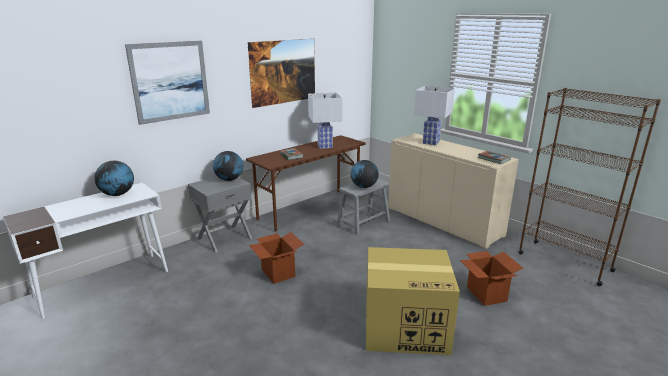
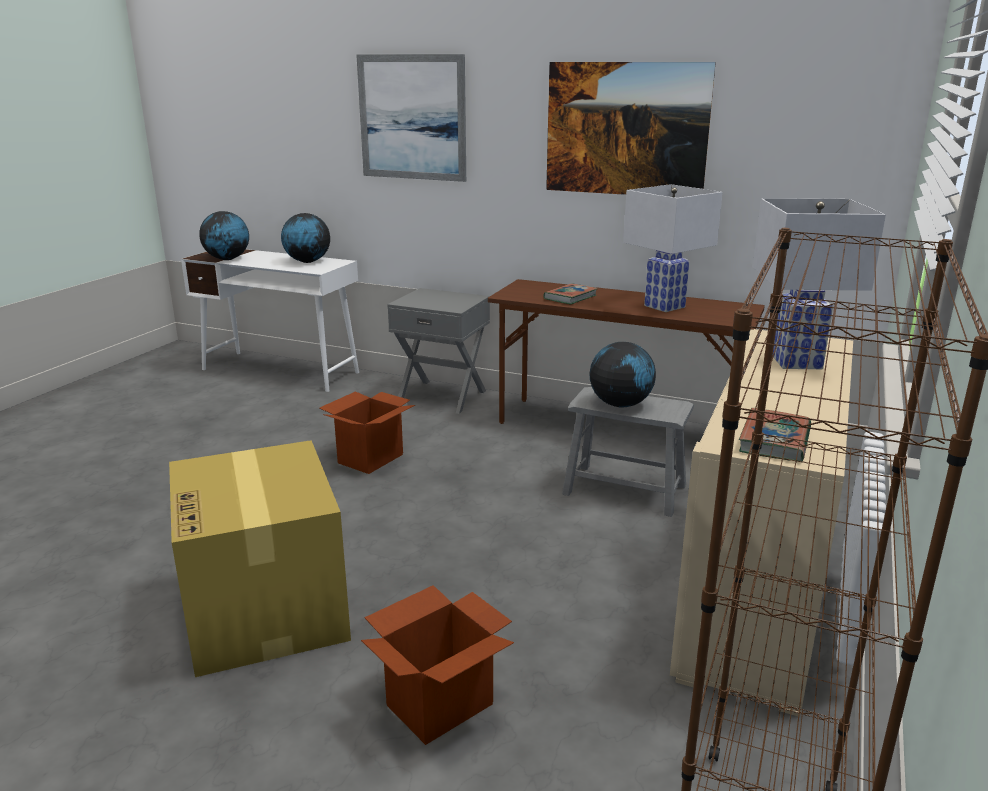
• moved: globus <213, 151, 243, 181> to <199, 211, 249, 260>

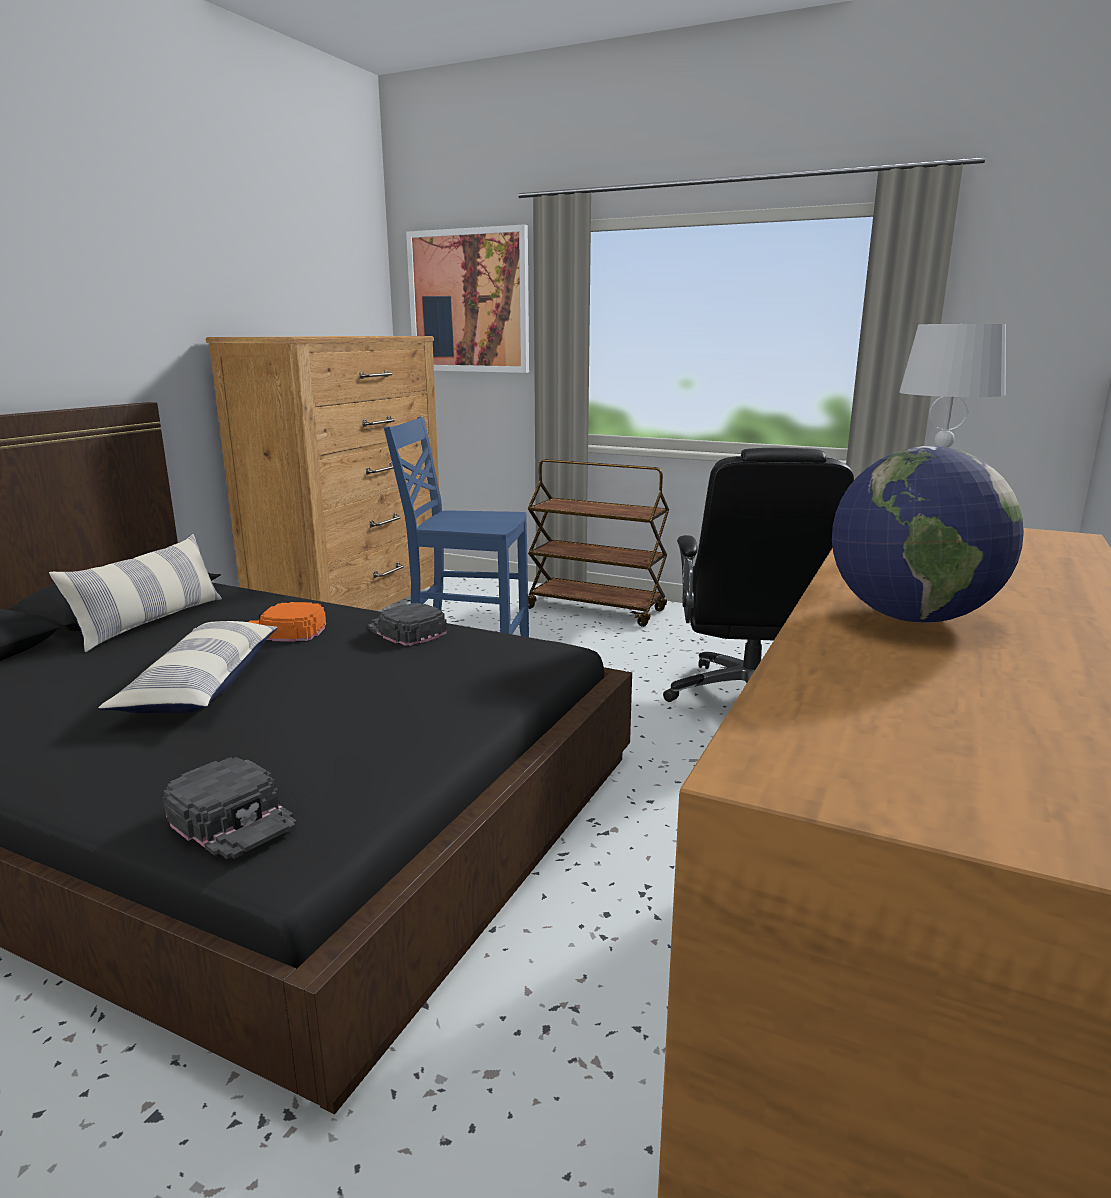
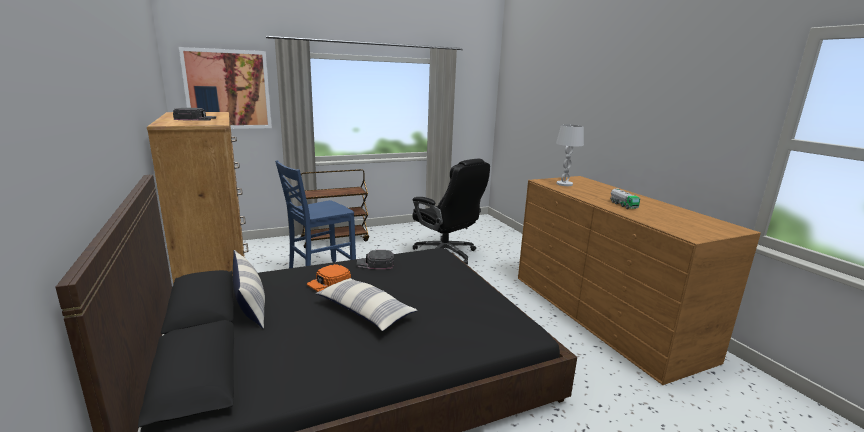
• replaced: globus <832, 446, 1024, 623> to ciężarówka zabawkowa <610, 189, 640, 209>
• moved: czapka z daszkiem/czarny <163, 757, 297, 859> to <173, 108, 216, 121>

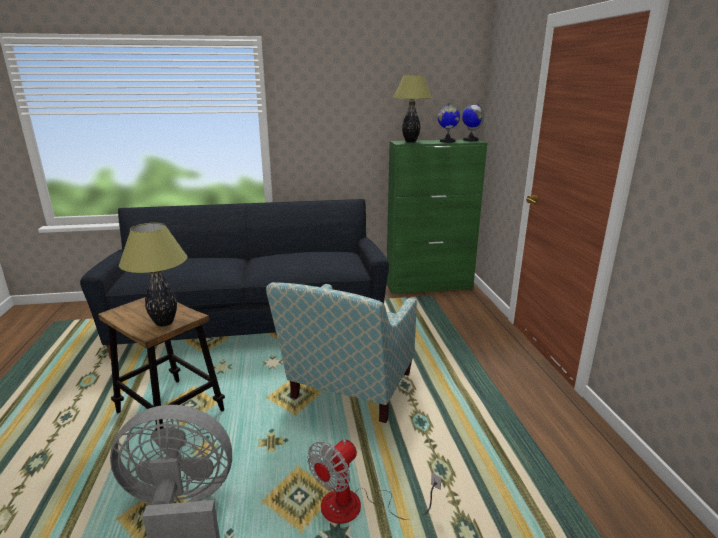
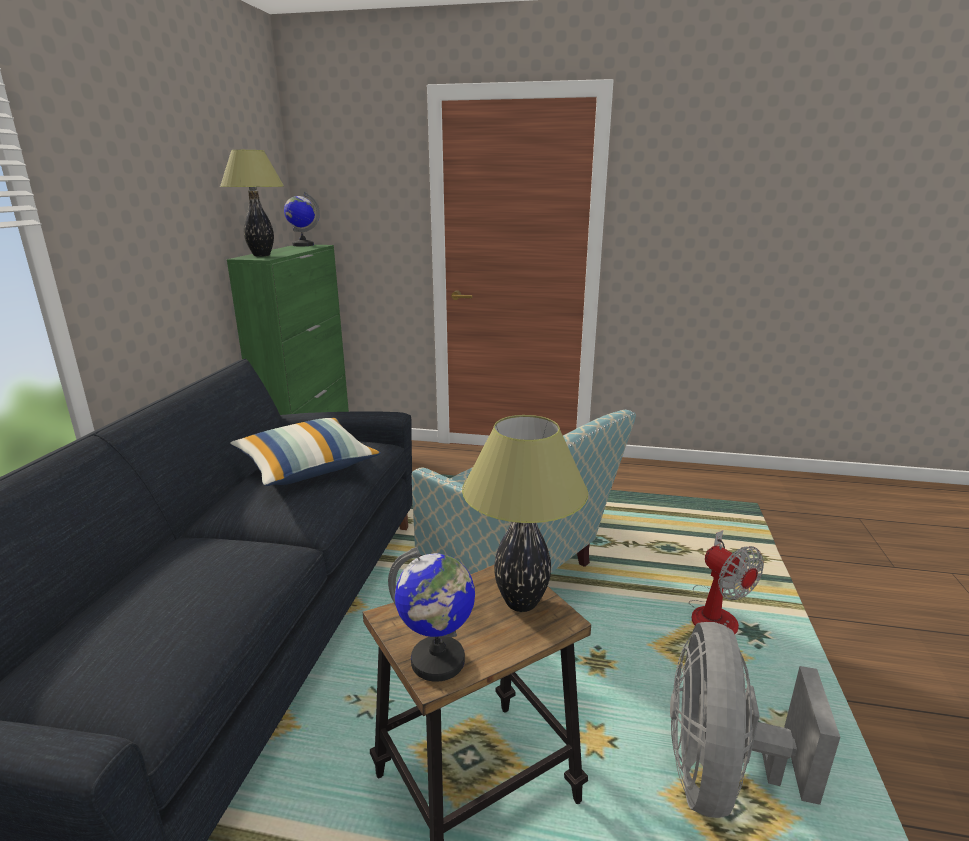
• moved: globus <438, 103, 460, 143> to <388, 547, 475, 682>
• added: poduszka <230, 418, 381, 486>

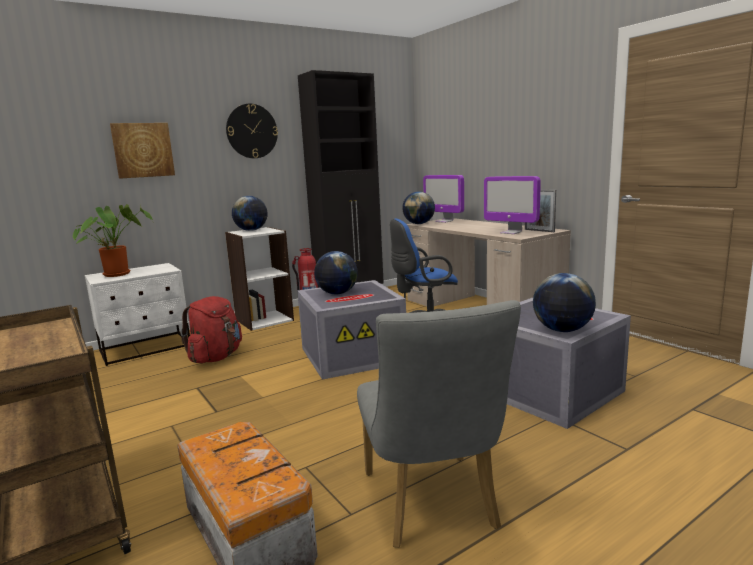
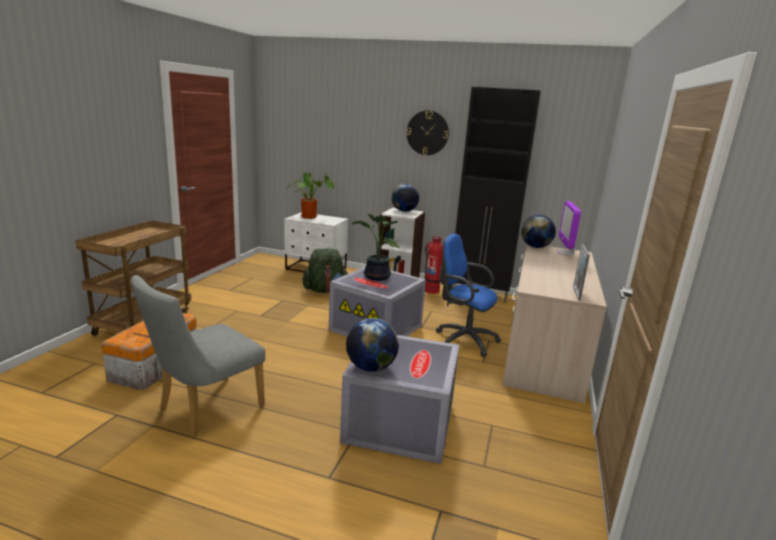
• removed: obraz <110, 123, 175, 179>
• removed: monitor <484, 176, 541, 234>
• replaced: globus <314, 251, 358, 294> to roślina doniczkowa <352, 214, 400, 281>
• recoloured: plecak/czerwony <181, 296, 242, 363> to plecak/zielony <303, 249, 348, 293>

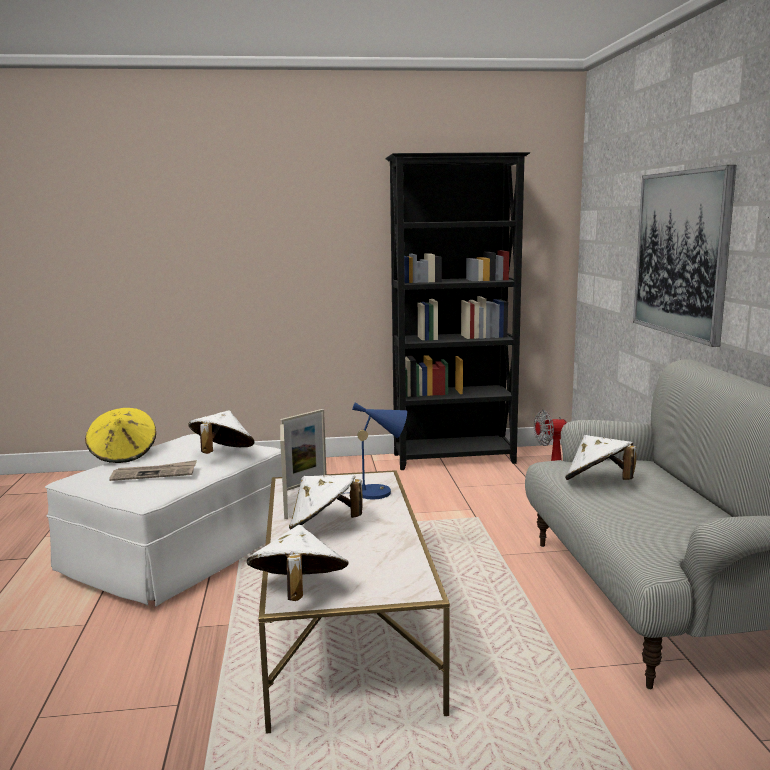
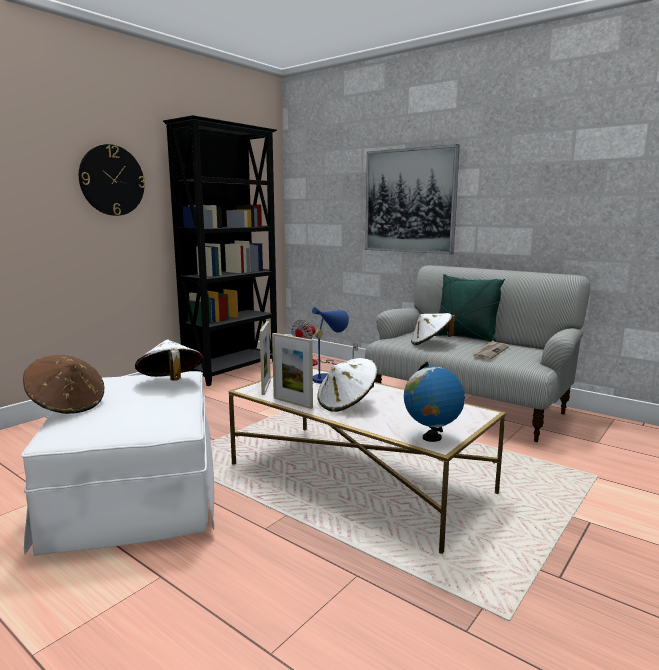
• recoloured: kapelusz/żółty <85, 408, 156, 463> to kapelusz/brązowy <23, 355, 104, 414>
• moved: gazeta <109, 460, 197, 481> to <471, 340, 509, 360>
• replaced: kapelusz/biały <247, 525, 349, 601> to globus <404, 362, 465, 442>
• added: zegar ścienny <79, 144, 145, 216>
• added: poduszka/zielony <435, 274, 505, 342>

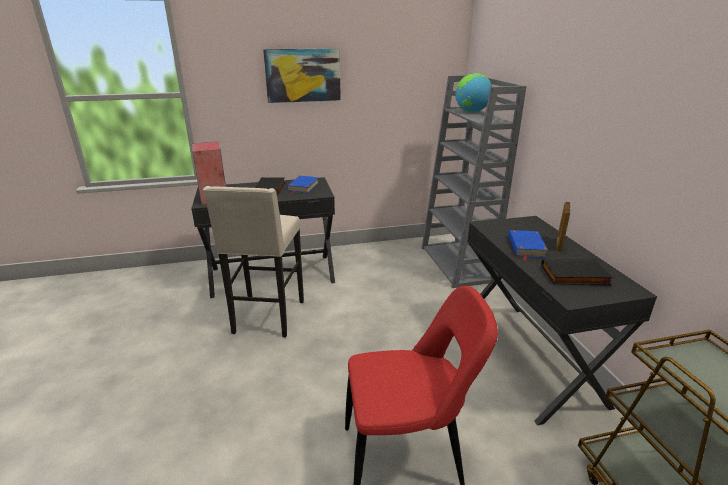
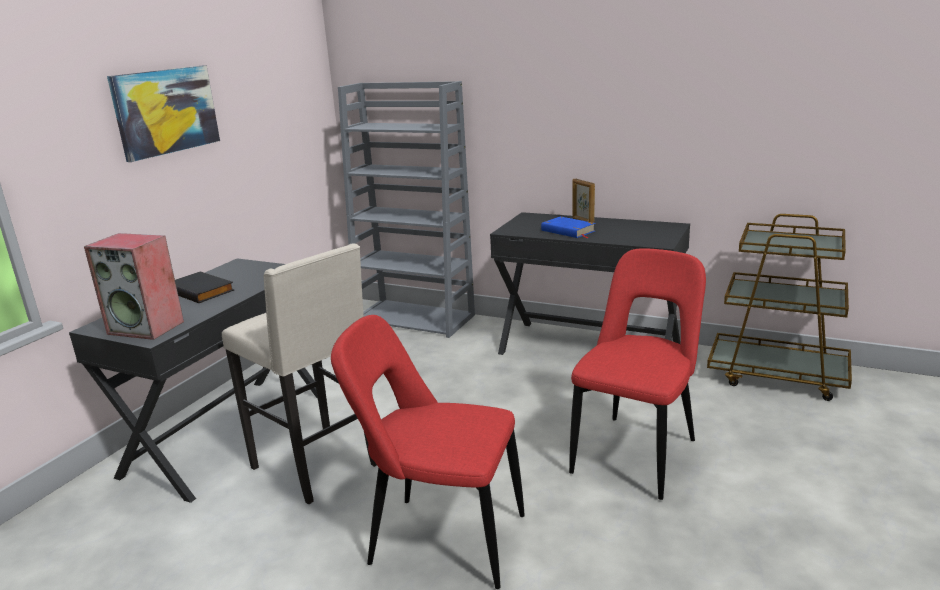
• removed: globus <455, 73, 492, 113>
• removed: książka/niebieski <287, 176, 319, 194>
• removed: książka/czarny <541, 258, 613, 285>
• added: krzesło/czerwony <331, 315, 525, 589>

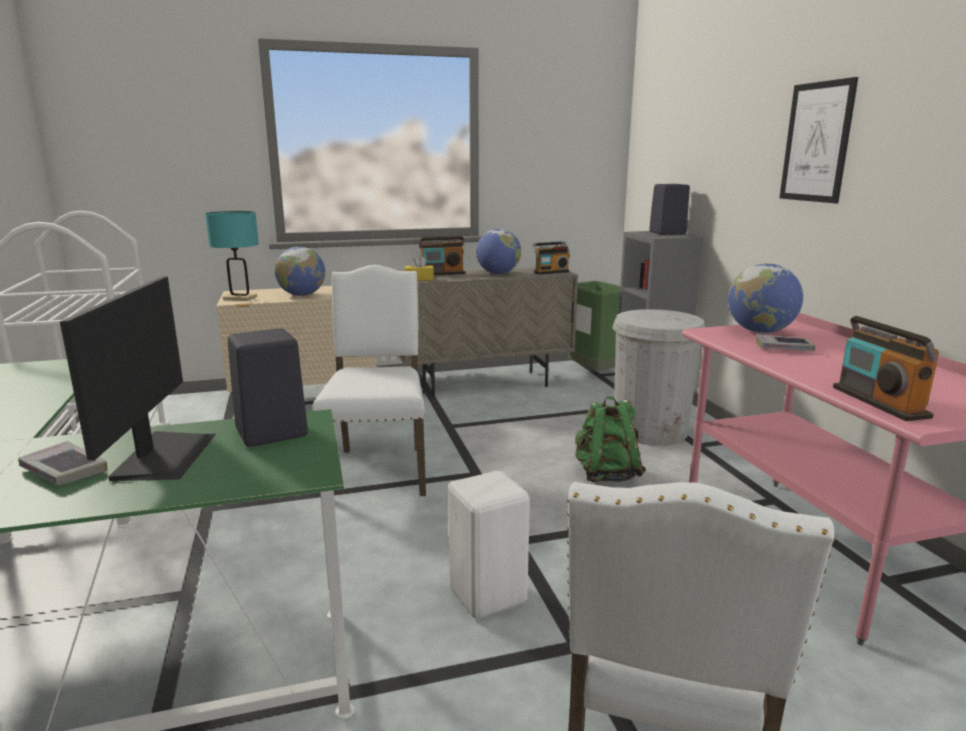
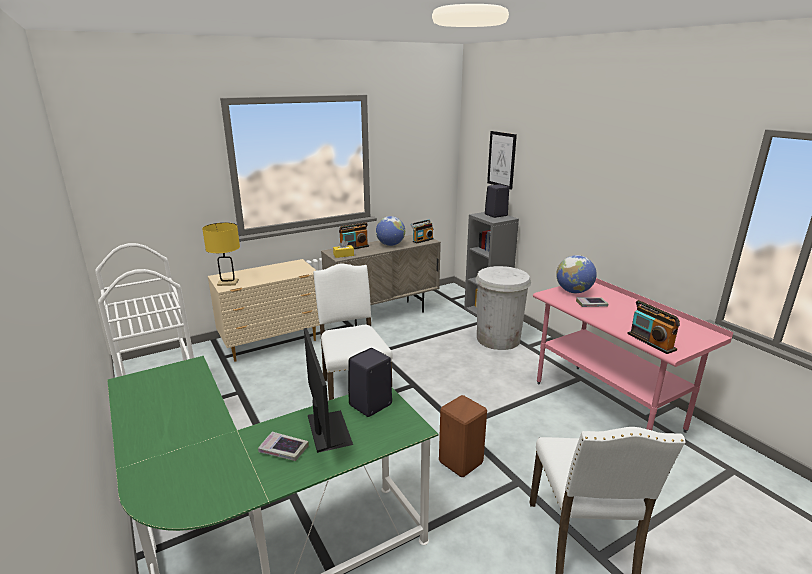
• moved: obraz <780, 77, 858, 203> to <487, 131, 517, 190>
• recoloured: lampa stołowa/turkusowy <205, 211, 259, 301> to lampa stołowa/żółty <202, 223, 240, 286>
• removed: globus <275, 247, 325, 296>
• removed: kosz na śmieci/zielony <568, 281, 620, 370>
• removed: plecak/zielony <575, 396, 646, 482>
• recoloured: stołek/biały <448, 471, 530, 619> to stołek/brązowy <439, 395, 487, 477>

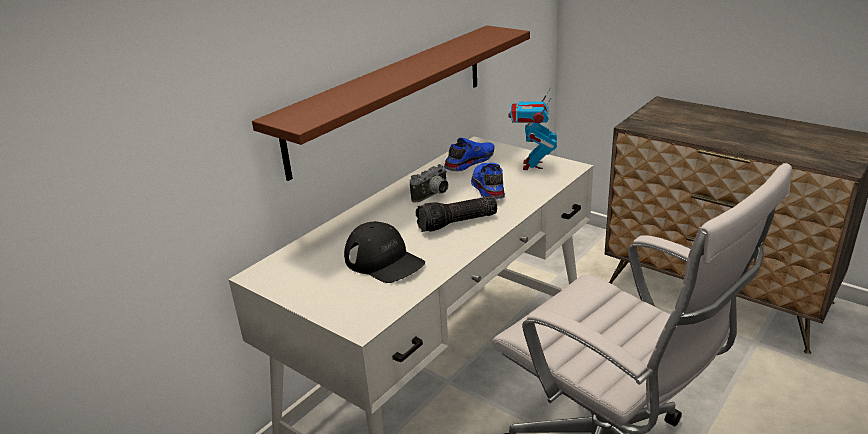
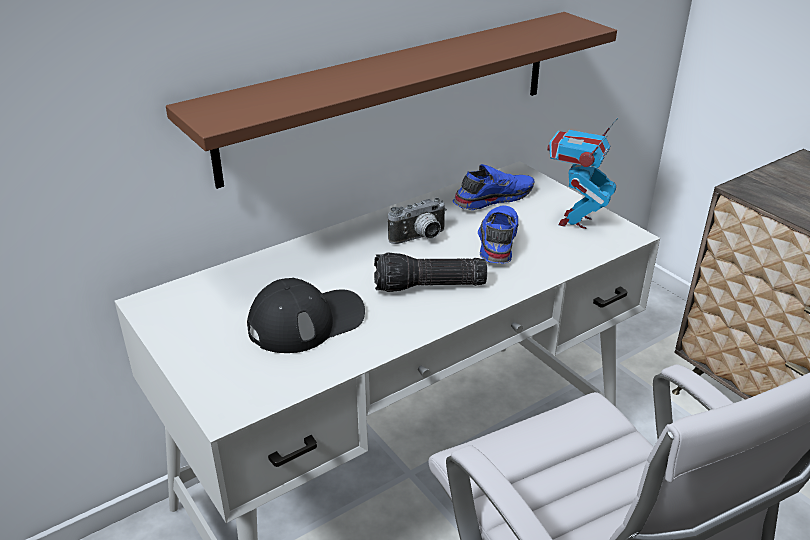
• turned: czapka z daszkiem/czarny <344, 221, 425, 283> = <247, 278, 365, 353> 90 degrees counterclockwise

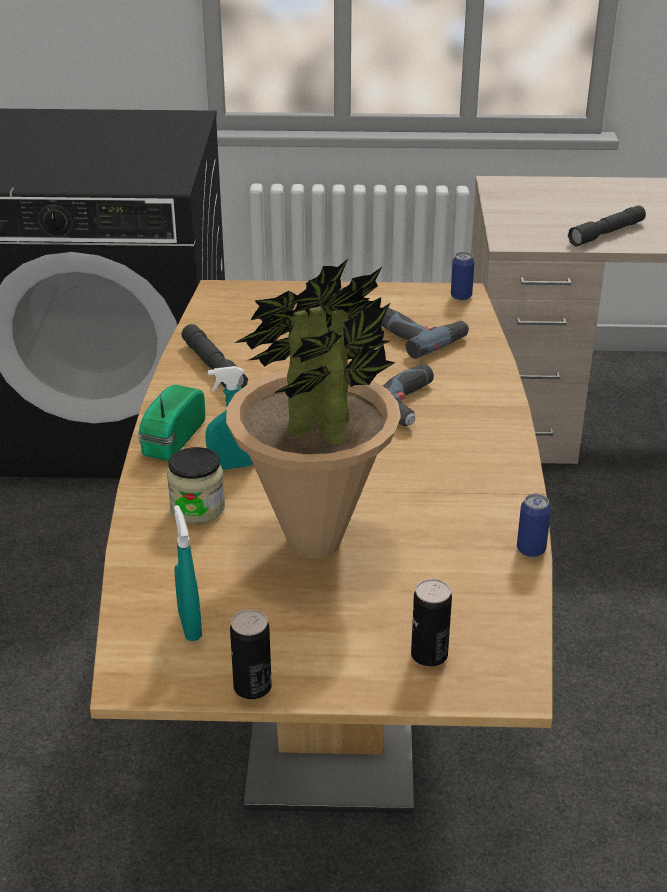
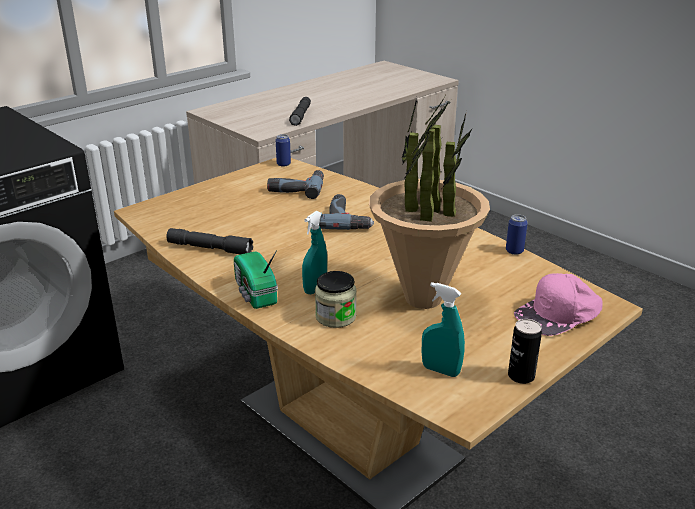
• replaced: puszka <411, 579, 452, 666> to czapka z daszkiem/różowy <514, 273, 603, 336>

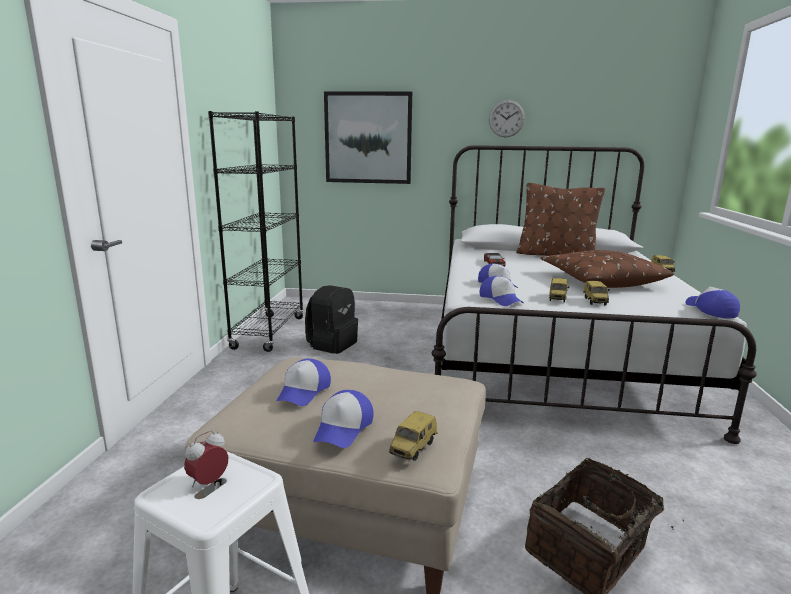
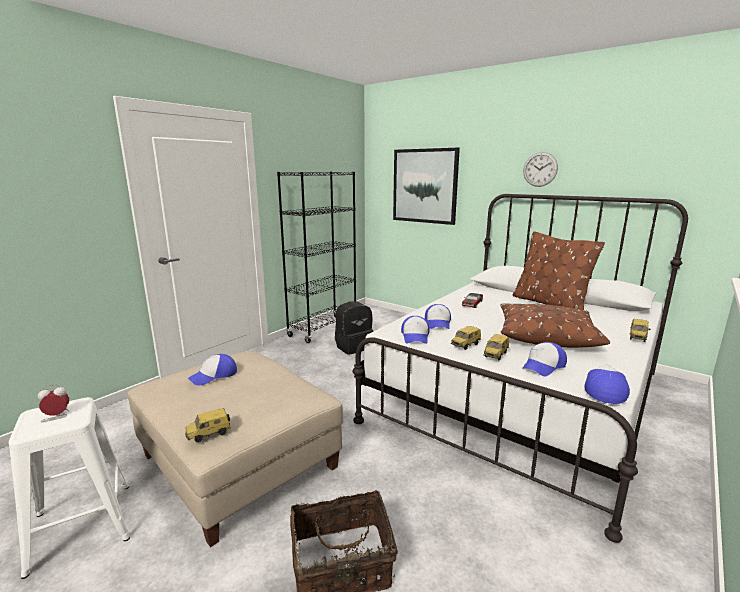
• moved: czapka z daszkiem <313, 390, 374, 448> to <522, 342, 567, 376>

